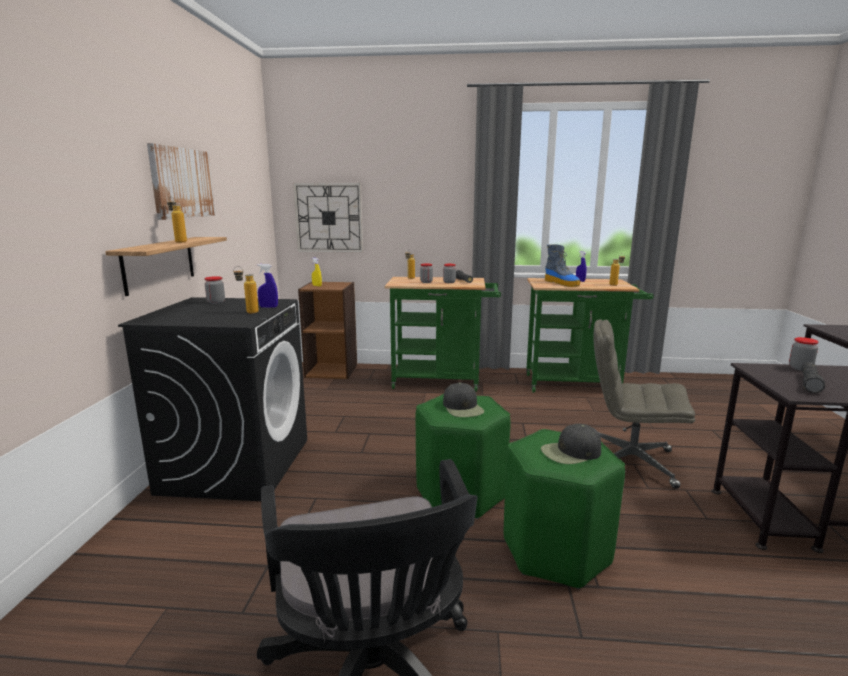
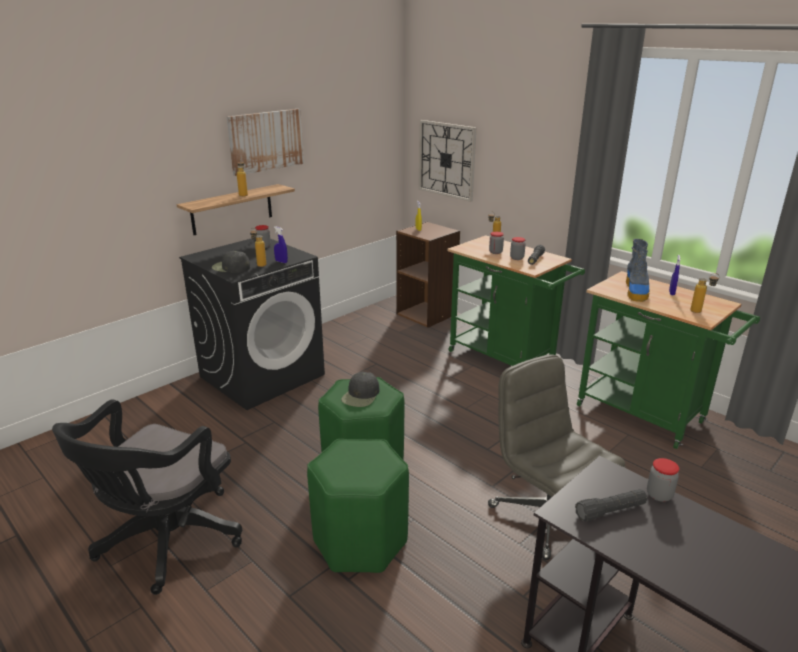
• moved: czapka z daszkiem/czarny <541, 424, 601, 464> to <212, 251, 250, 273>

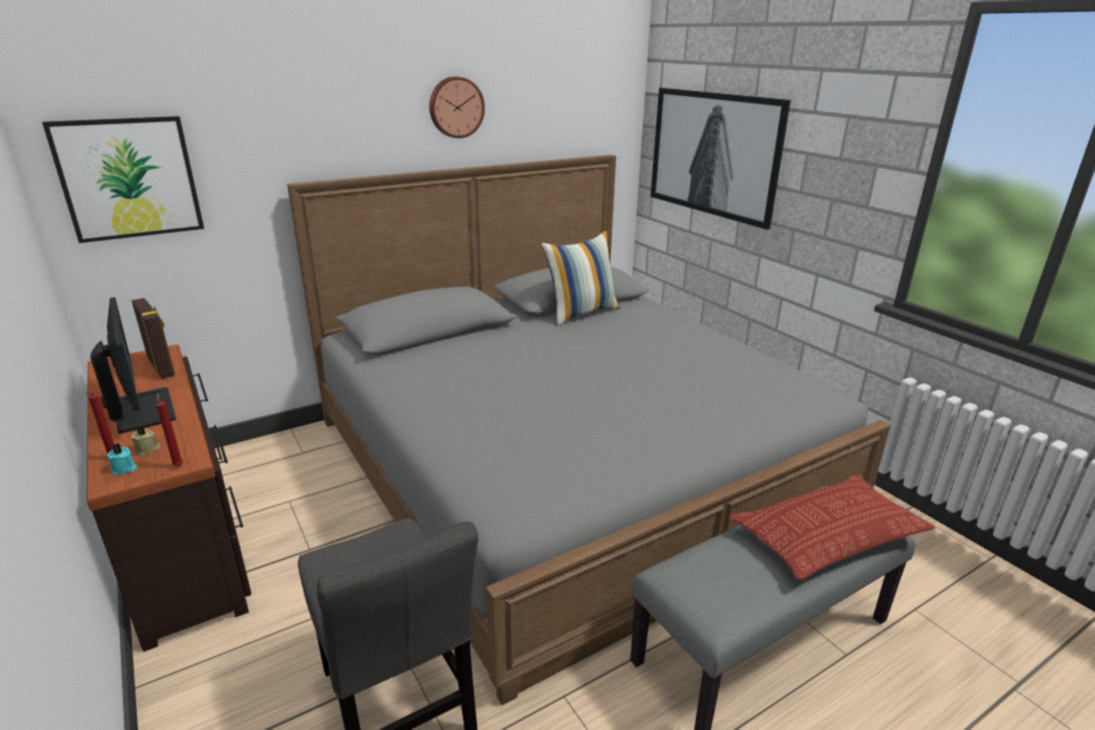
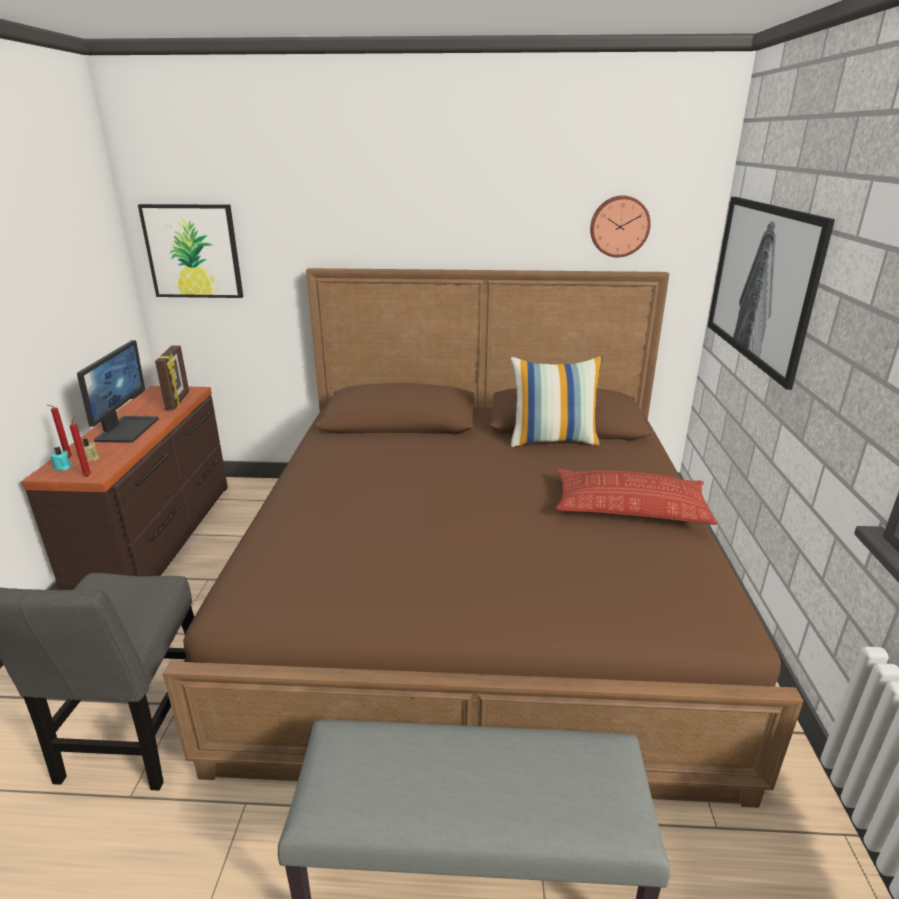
• moved: zegar ścienny <429, 76, 485, 138> to <590, 196, 651, 257>
• recoloured: łóżko/szary <287, 155, 891, 705> to łóżko/brązowy <163, 268, 803, 808>
• moved: poduszka <729, 474, 935, 581> to <556, 469, 718, 525>

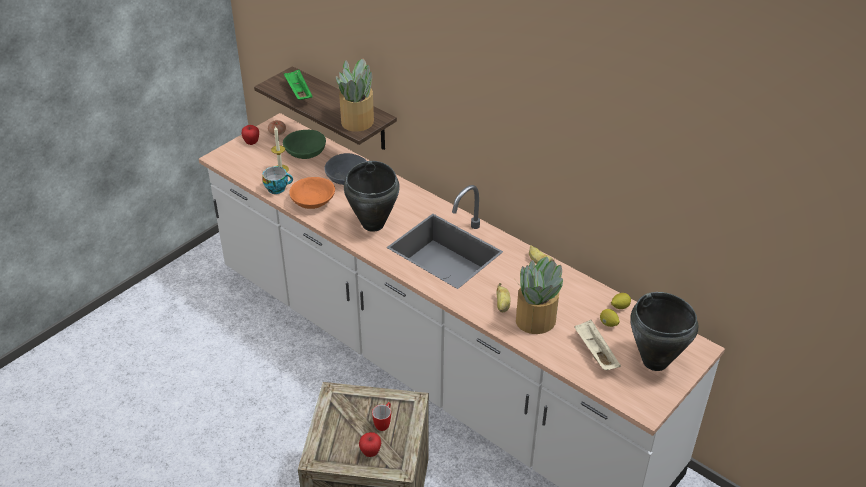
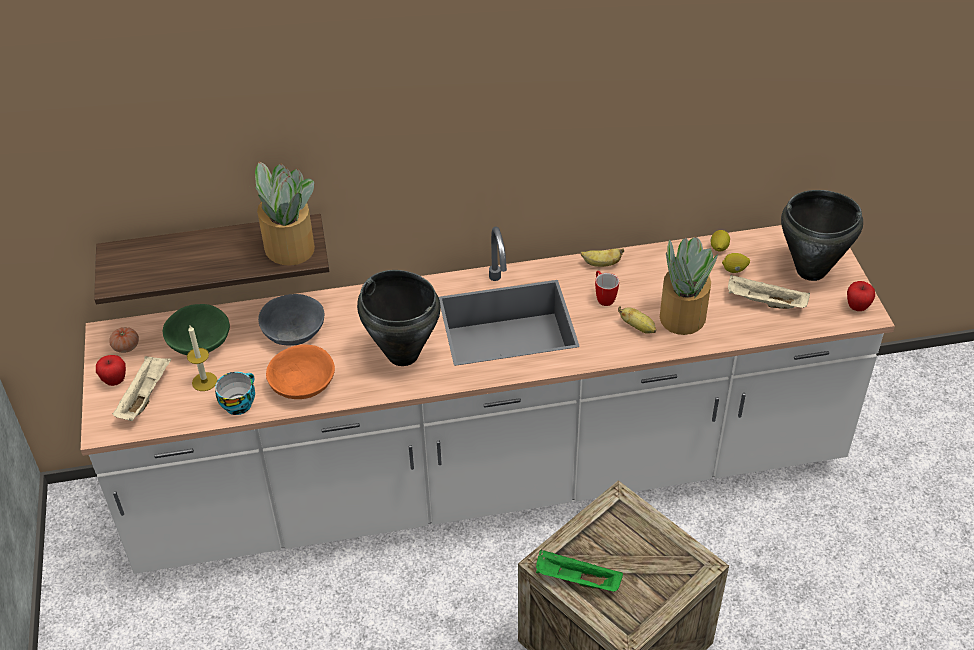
• moved: taca/zielony <284, 70, 313, 100> to <536, 550, 623, 592>
• moved: kubek <372, 402, 391, 431> to <595, 271, 619, 306>
• moved: jabłko <359, 432, 381, 457> to <847, 281, 875, 311>
• added: taca/beżowy <112, 356, 172, 421>

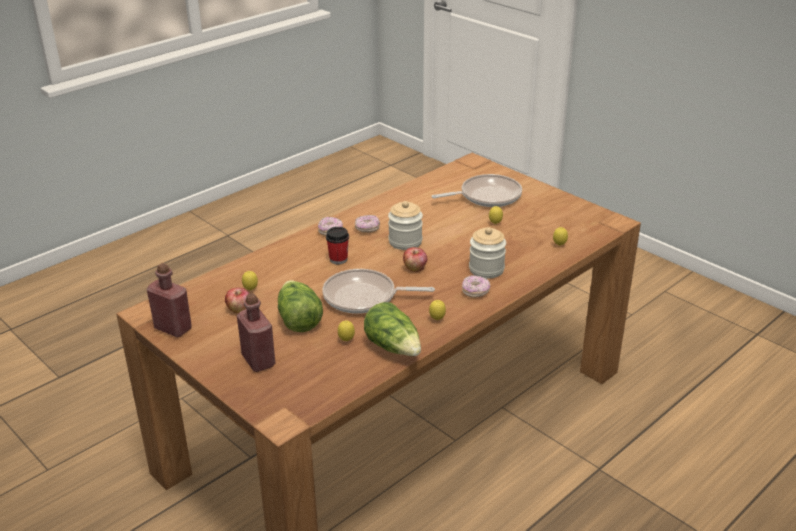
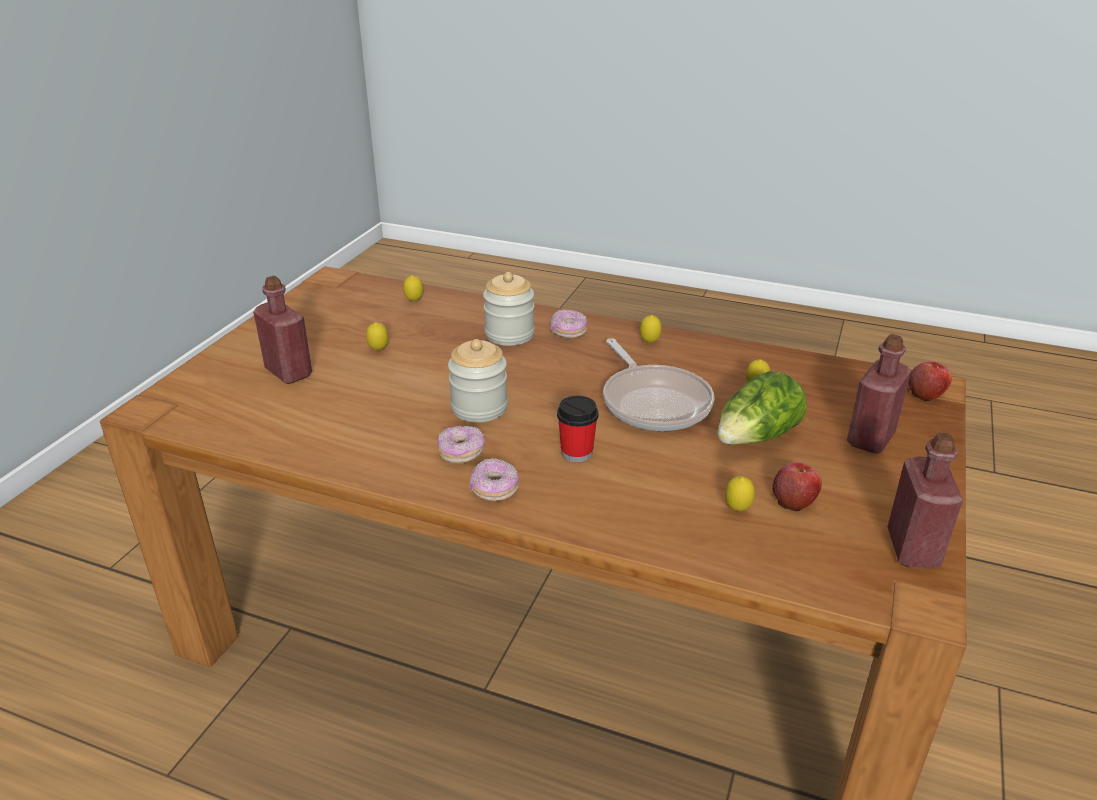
• replaced: patelnia <432, 174, 522, 207> to butelka/czerwony <253, 276, 312, 384>
• moved: jabłko <403, 247, 427, 272> to <908, 362, 952, 401>
• removed: sałata <364, 302, 421, 356>

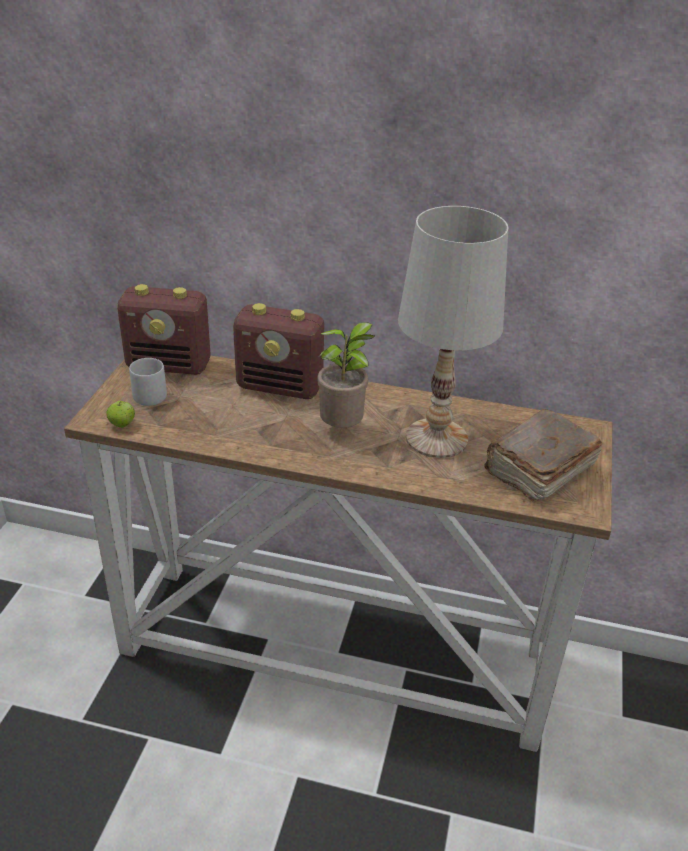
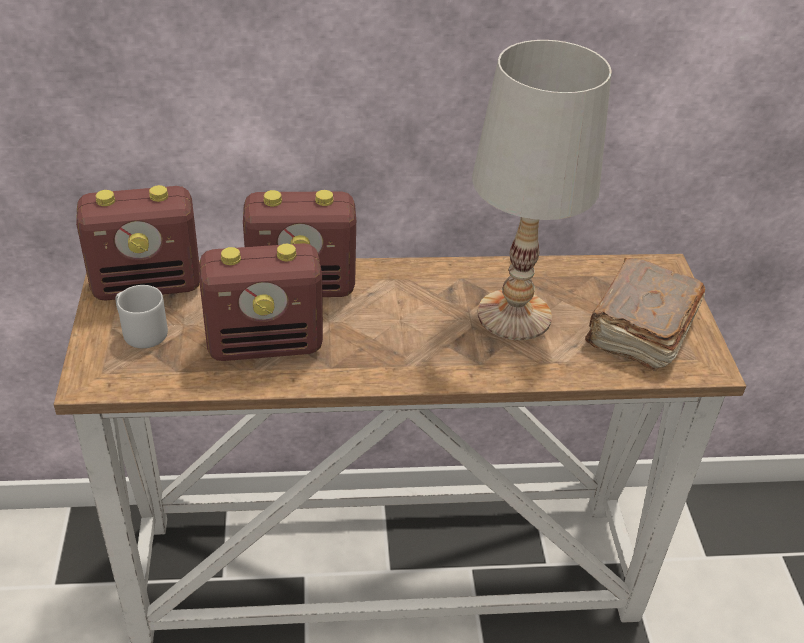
• removed: roślina doniczkowa <318, 322, 375, 428>
• removed: jabłko <106, 401, 135, 428>
• added: radio <199, 243, 323, 361>

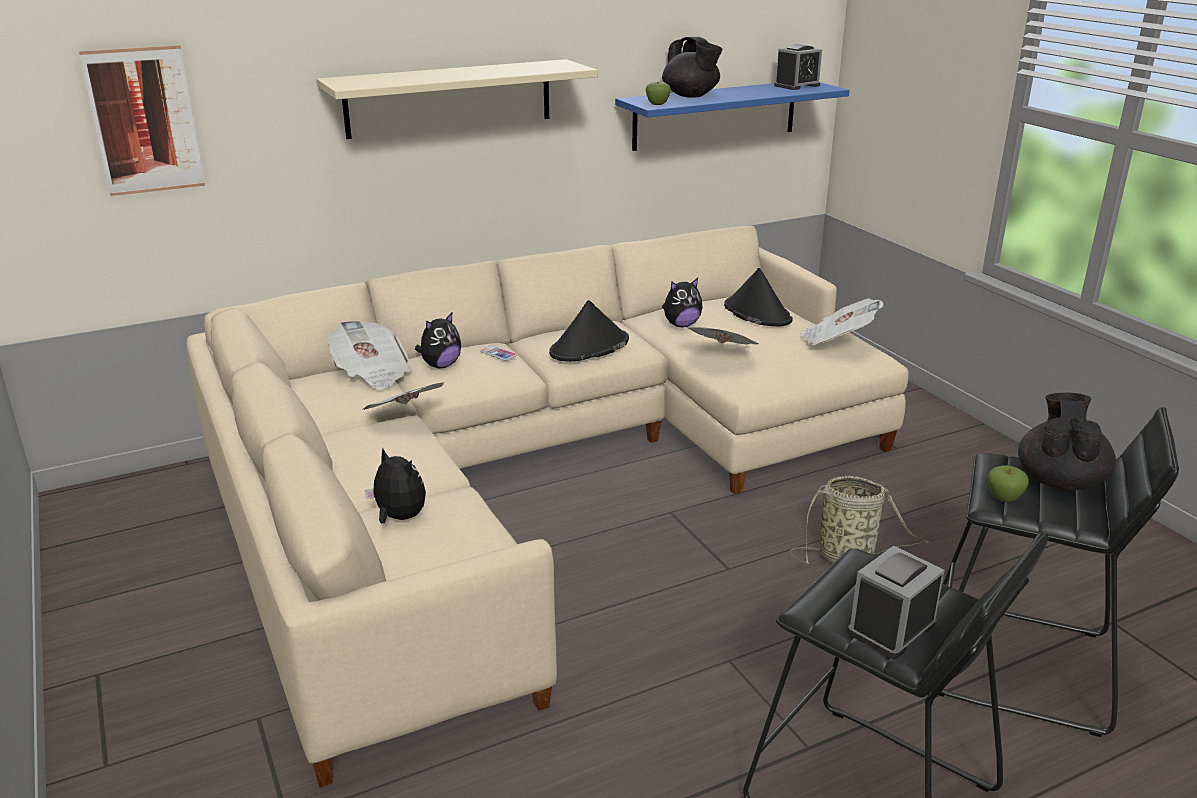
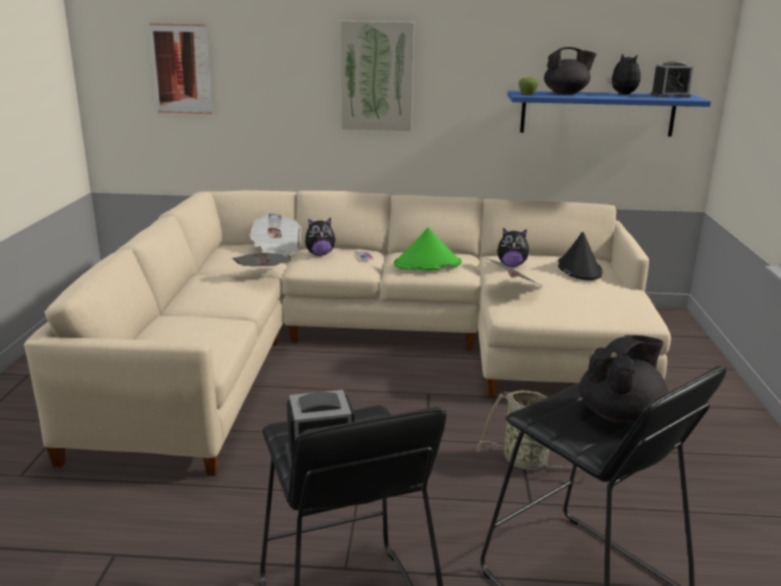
• turned: imbryk/czarny <662, 37, 723, 98> = <544, 47, 596, 94> 90 degrees counterclockwise
• replaced: półka/beżowy <316, 59, 598, 139> to obraz <341, 21, 414, 131>
• removed: gazeta <800, 298, 884, 346>
• recoloured: kapelusz/czarny <549, 300, 629, 362> to kapelusz/zielony <394, 228, 462, 271>
• moved: pluszak <365, 448, 426, 524> to <607, 53, 641, 94>
• removed: jabłko <988, 466, 1029, 502>

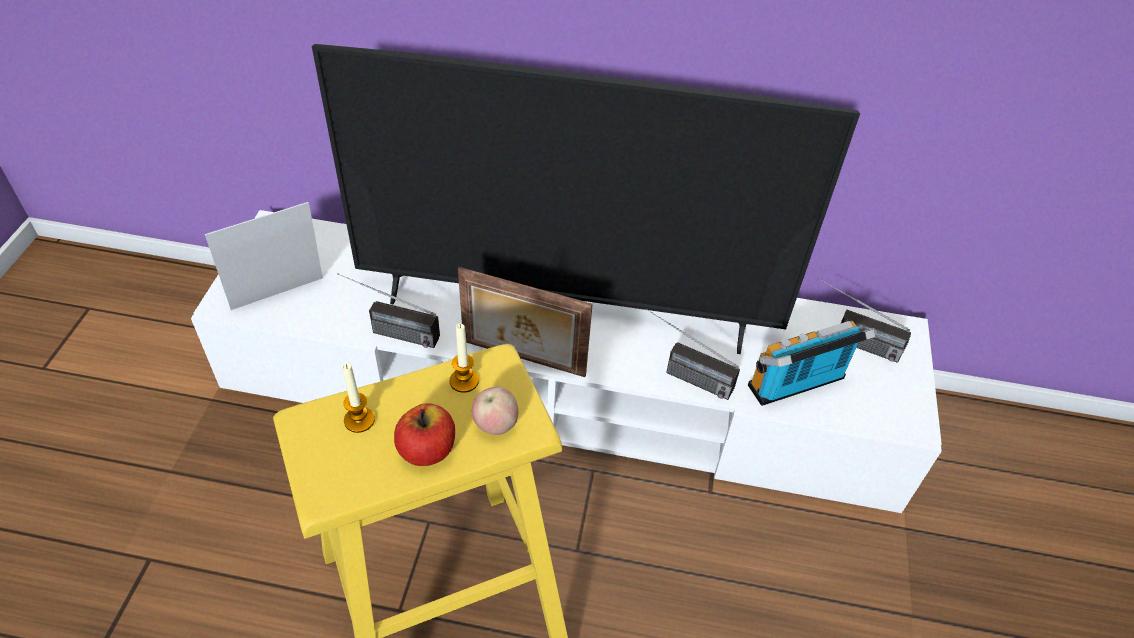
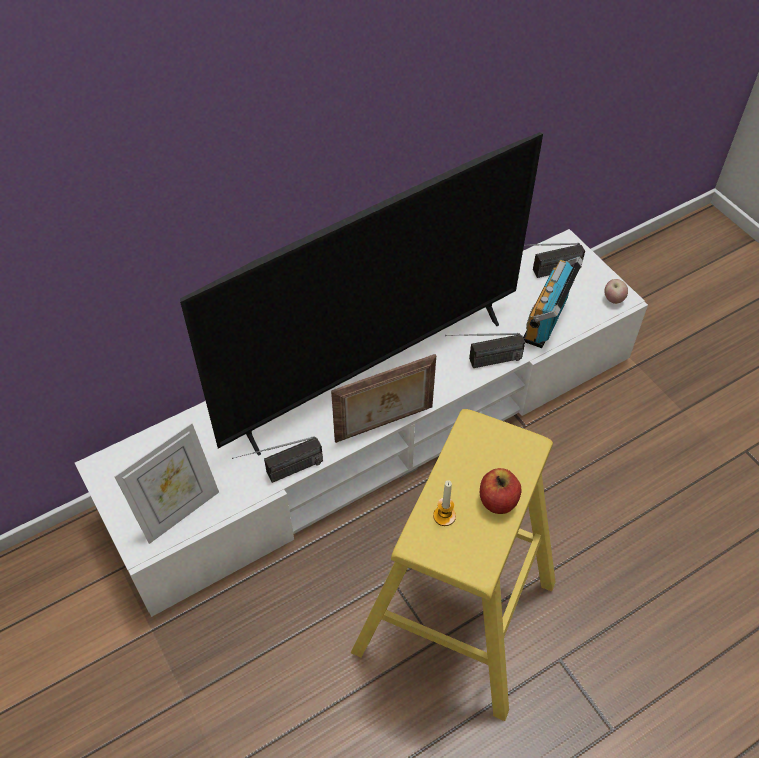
• turned: ramka na zdjęcie <205, 202, 323, 310> = <114, 423, 219, 544> 150 degrees counterclockwise
• removed: świeca <450, 323, 479, 393>
• moved: jabłko <472, 387, 518, 435> to <604, 279, 628, 304>

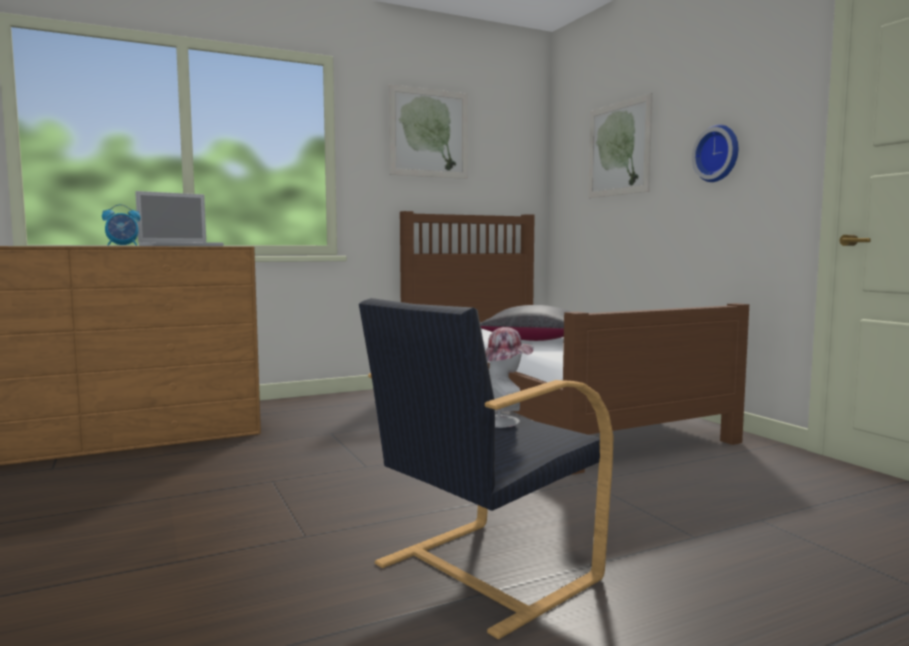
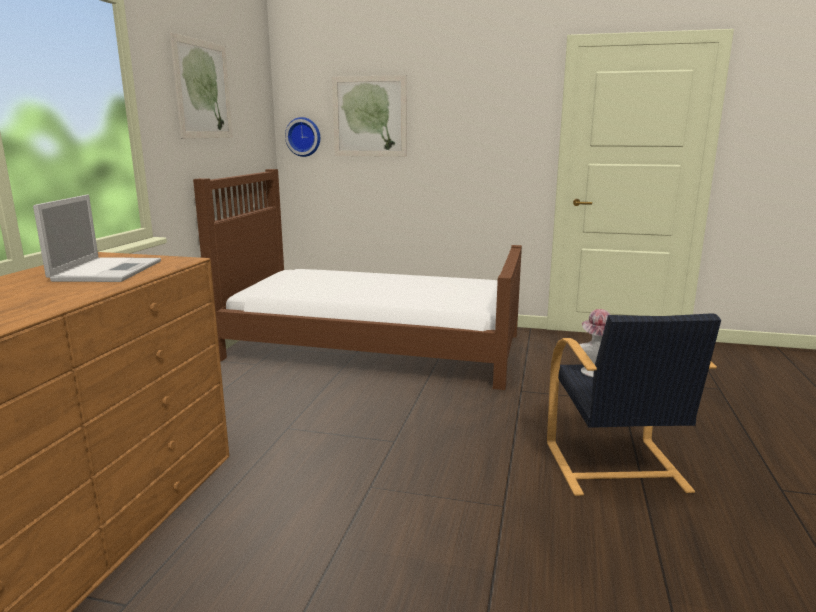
• moved: zegar ścienny <692, 124, 738, 182> to <285, 117, 320, 157>
• removed: budzik <102, 204, 141, 246>
• removed: poduszka/czarny <480, 305, 570, 341>

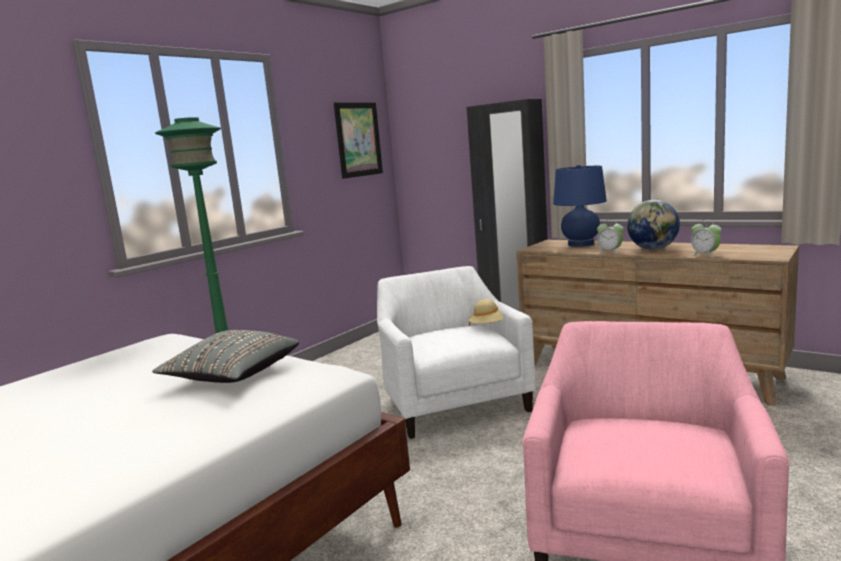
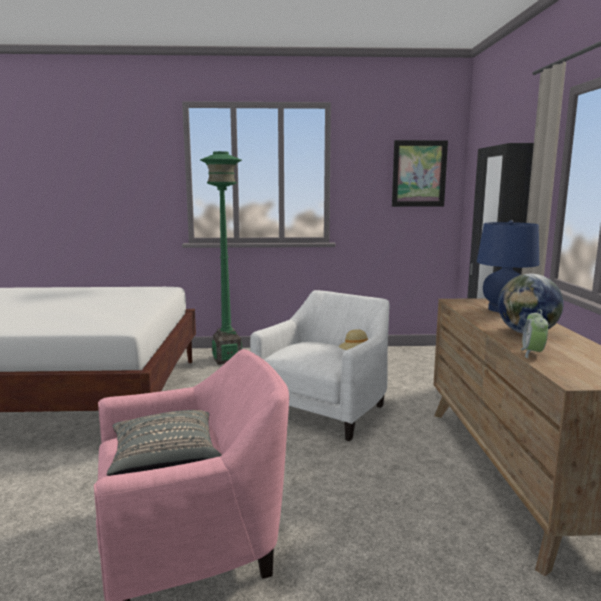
• removed: budzik <597, 220, 624, 254>
• moved: poduszka/szary <152, 330, 299, 383> to <107, 410, 222, 476>

